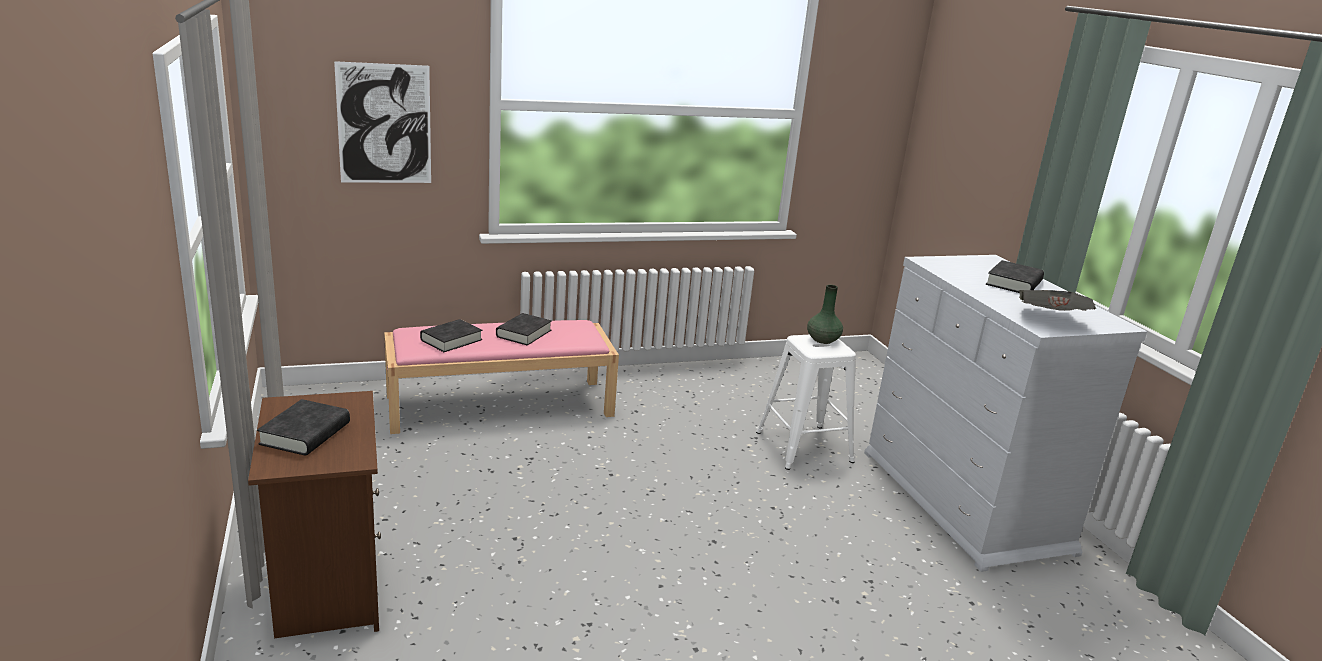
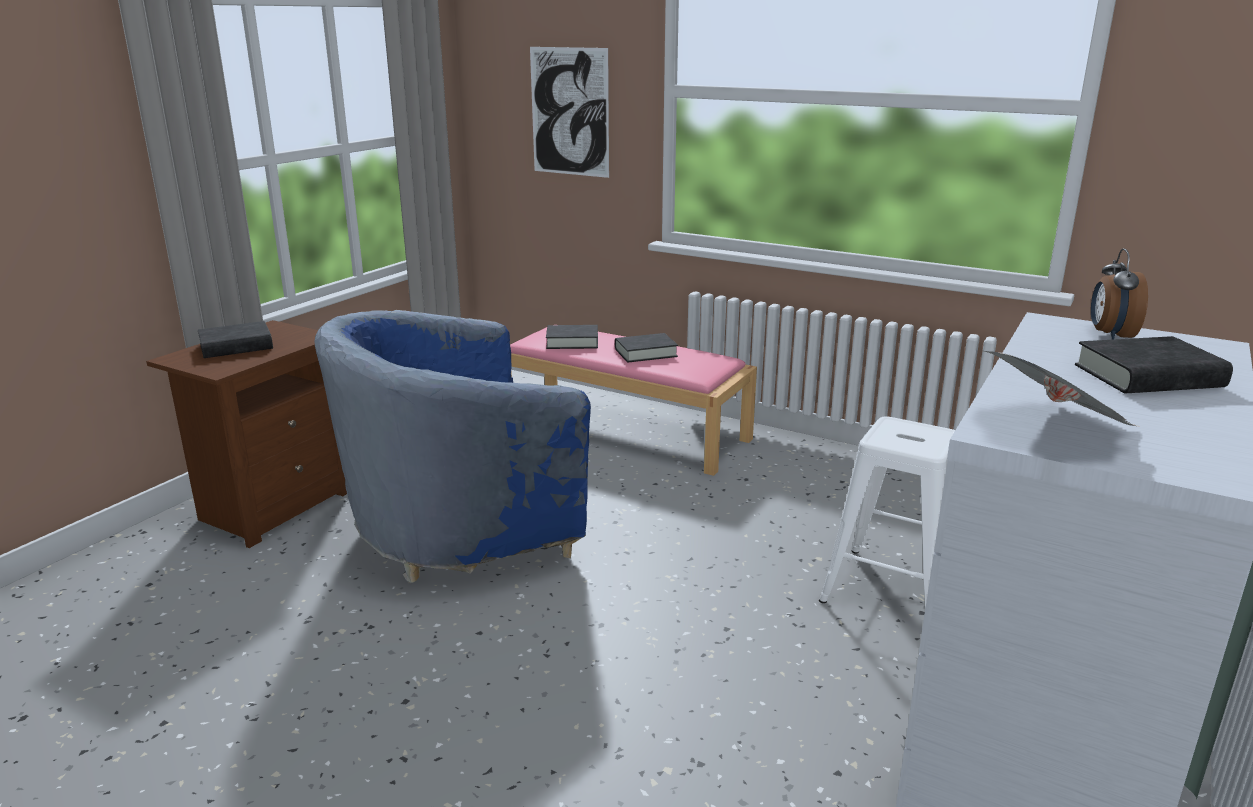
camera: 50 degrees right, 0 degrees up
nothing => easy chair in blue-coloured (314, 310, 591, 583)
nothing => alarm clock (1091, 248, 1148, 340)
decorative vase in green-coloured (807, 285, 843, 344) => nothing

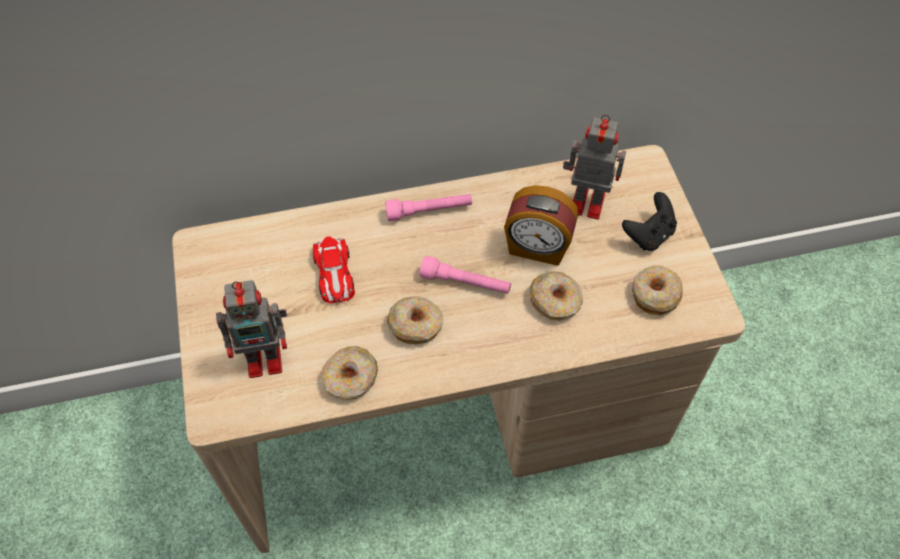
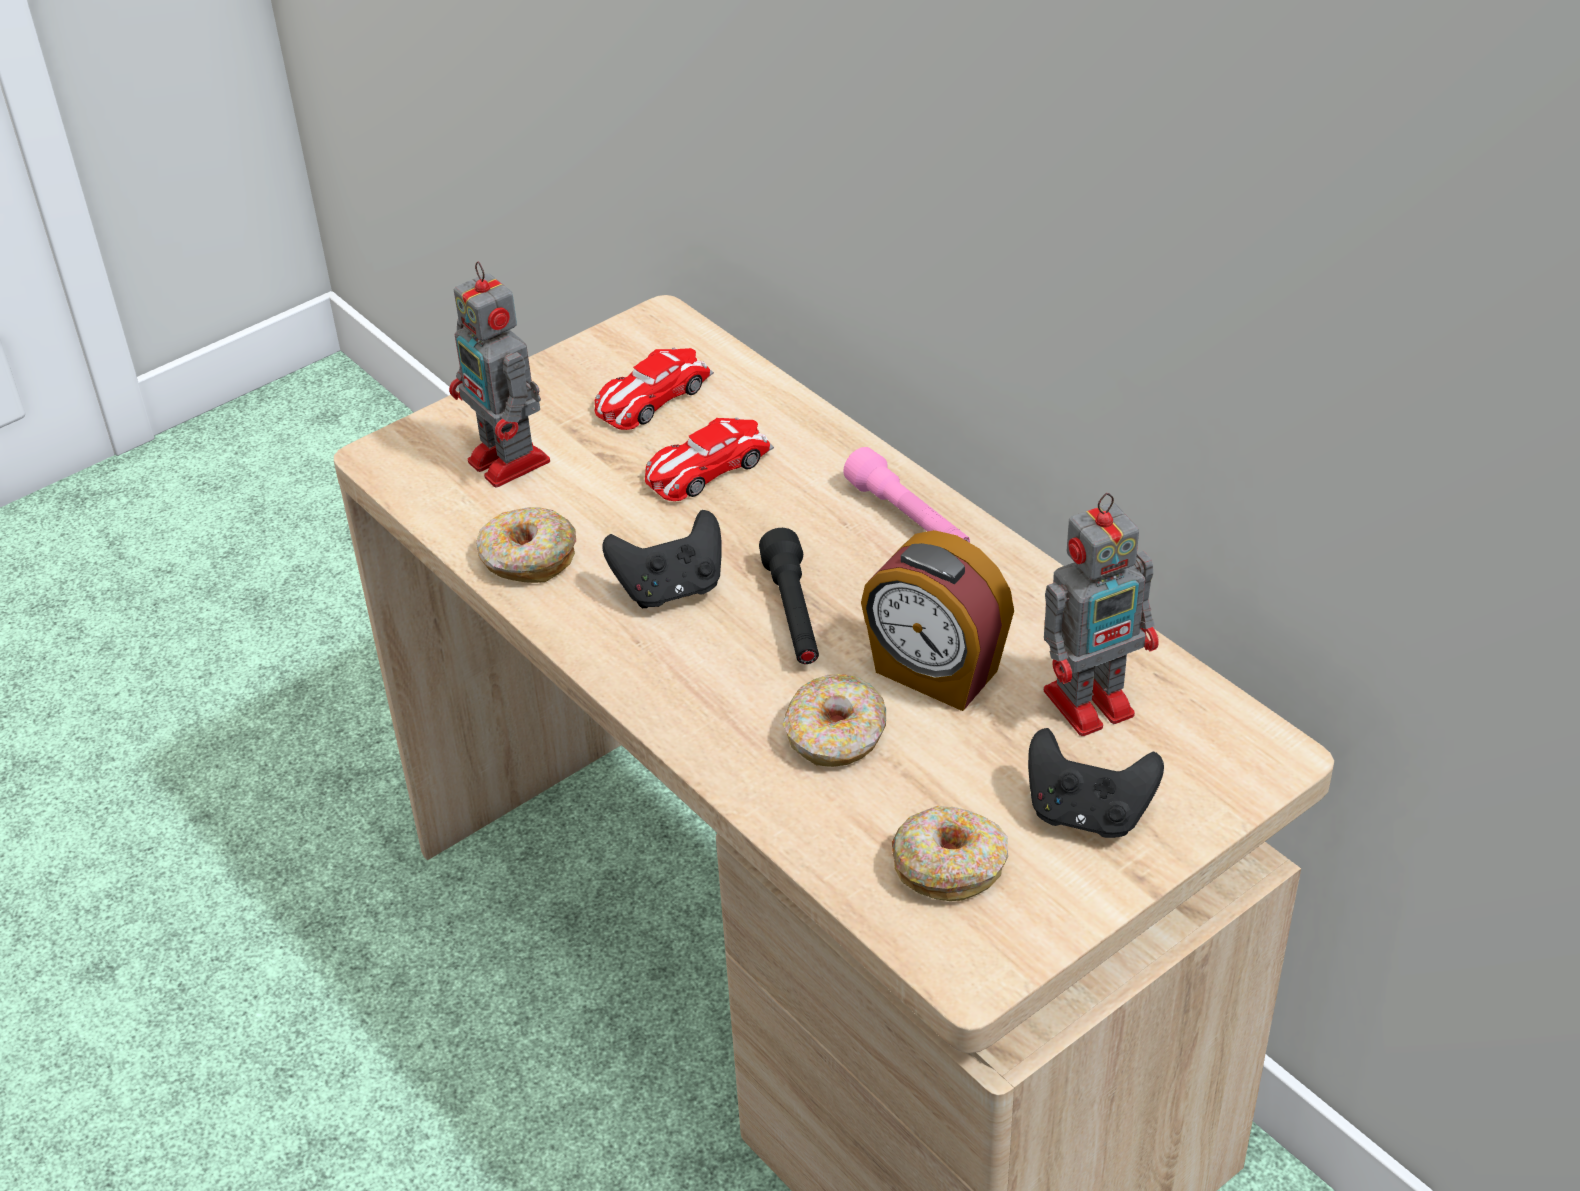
camera: 65 degrees right, 15 degrees down
nothing => model car (594, 348, 714, 430)
ring doughnut (387, 296, 443, 345) => game controller in black (602, 510, 722, 608)
hand torch in pink (420, 256, 511, 294) => hand torch in black (759, 528, 819, 664)
alarm clock (504, 185, 578, 266) => alarm clock (861, 530, 1014, 711), 45 degrees counterclockwise
robot figure (563, 114, 626, 220) => robot figure (1044, 493, 1159, 736), 75 degrees clockwise

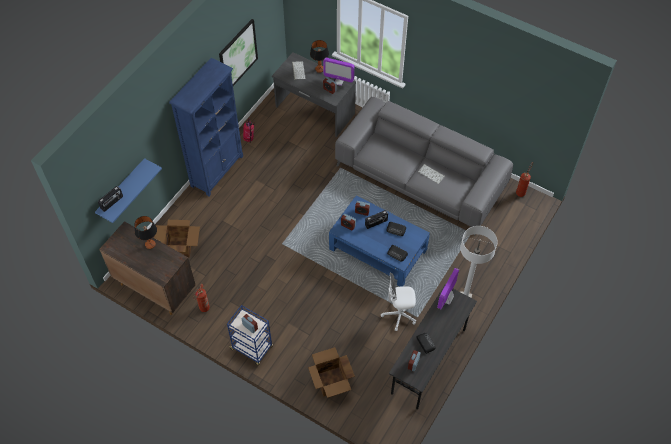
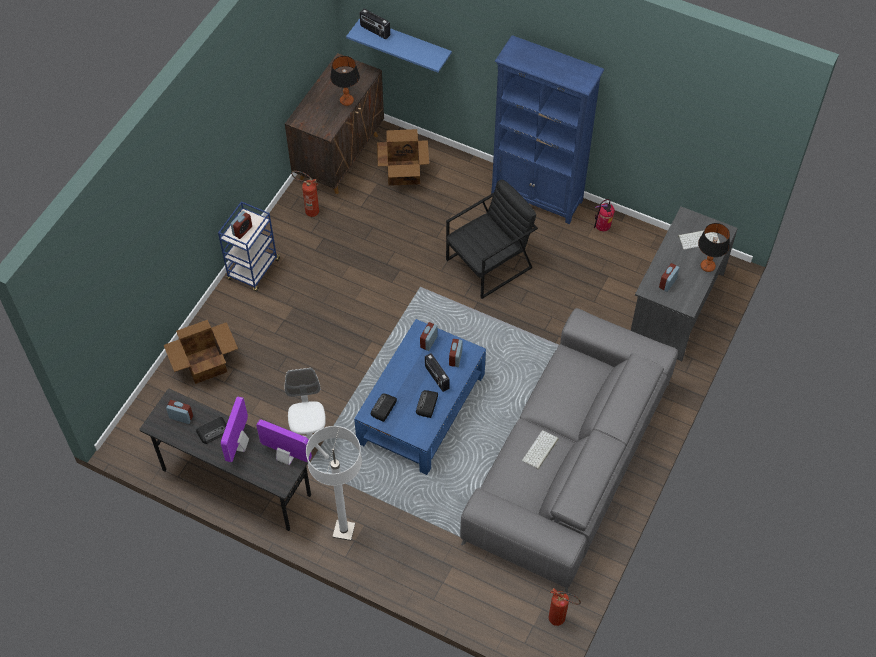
camera: 85 degrees right, 0 degrees up
monitor (323, 58, 354, 86) => monitor (221, 397, 249, 462), relocated
nothing => easy chair in black (446, 180, 538, 299)
wall art (219, 19, 258, 86) => nothing

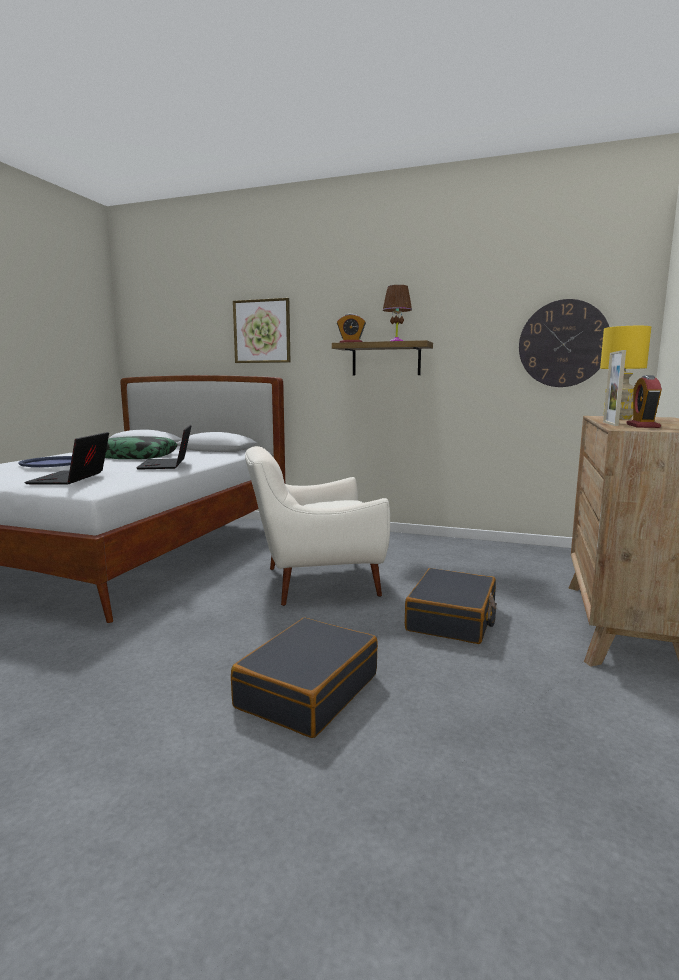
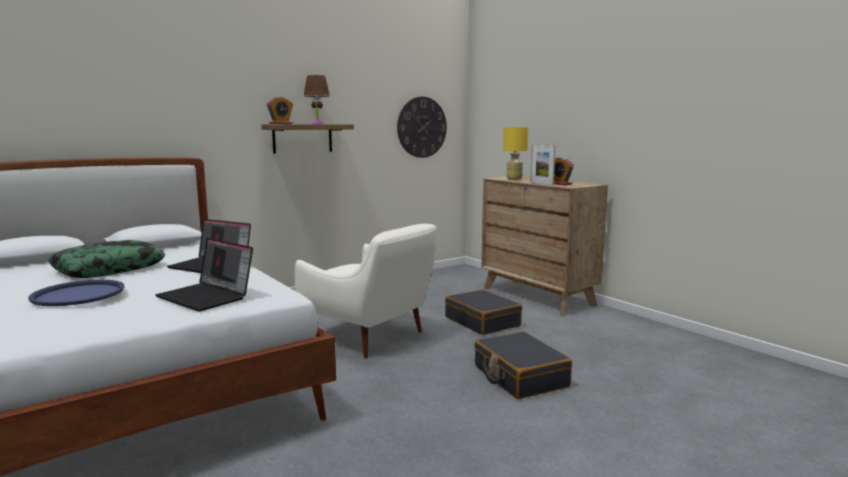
camera: 55 degrees left, 0 degrees up
easy chair in whitish (245, 446, 390, 606) => easy chair in whitish (295, 224, 437, 359), 75 degrees counterclockwise
wall art (233, 298, 290, 363) => nothing

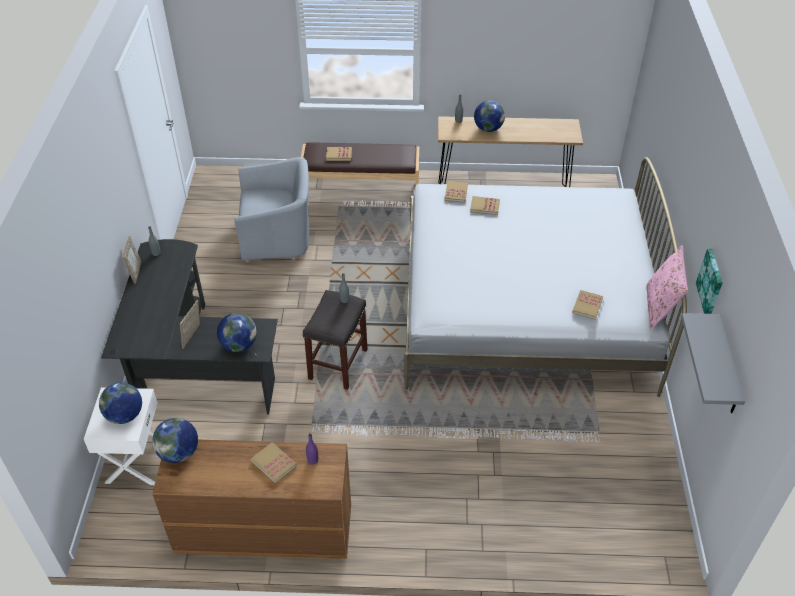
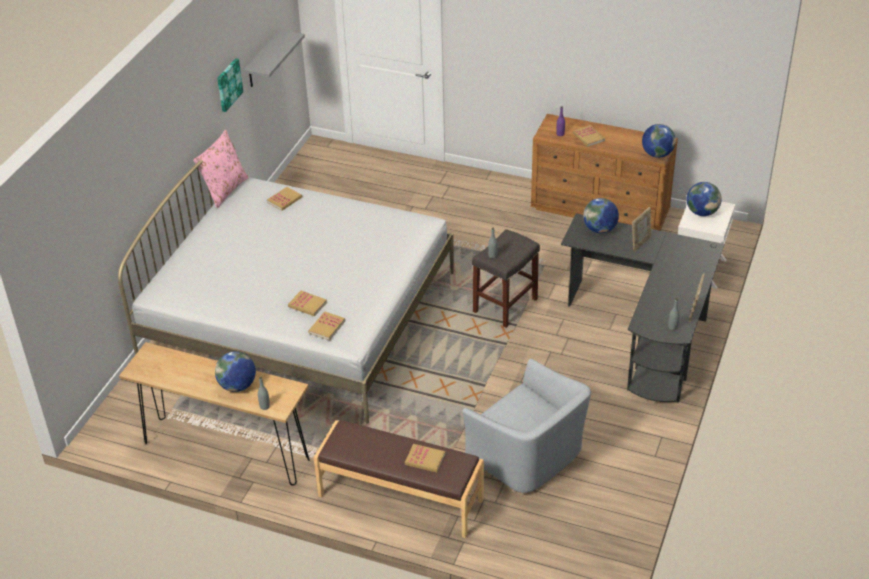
camera: 160 degrees left, 5 degrees down
easy chair in greyish (234, 157, 309, 262) => easy chair in greyish (463, 359, 591, 493), 150 degrees counterclockwise

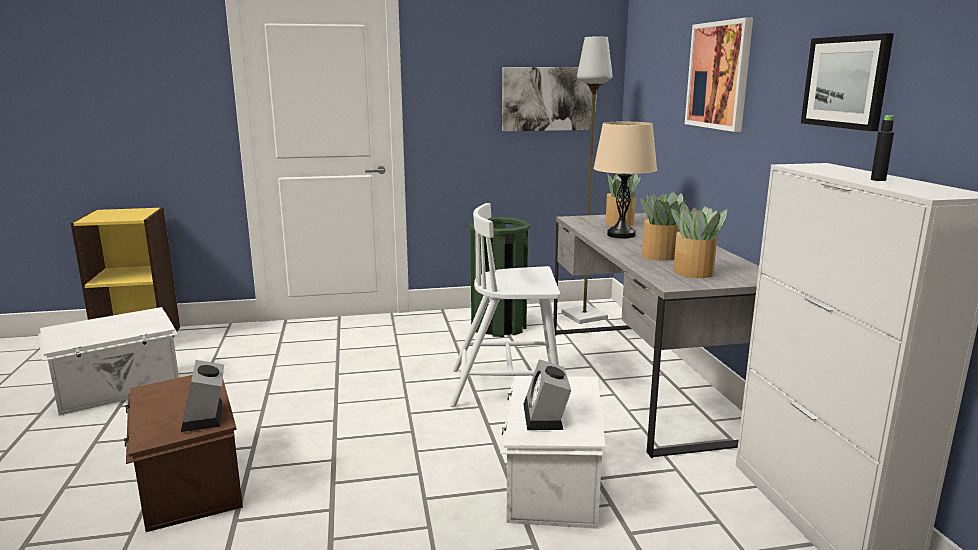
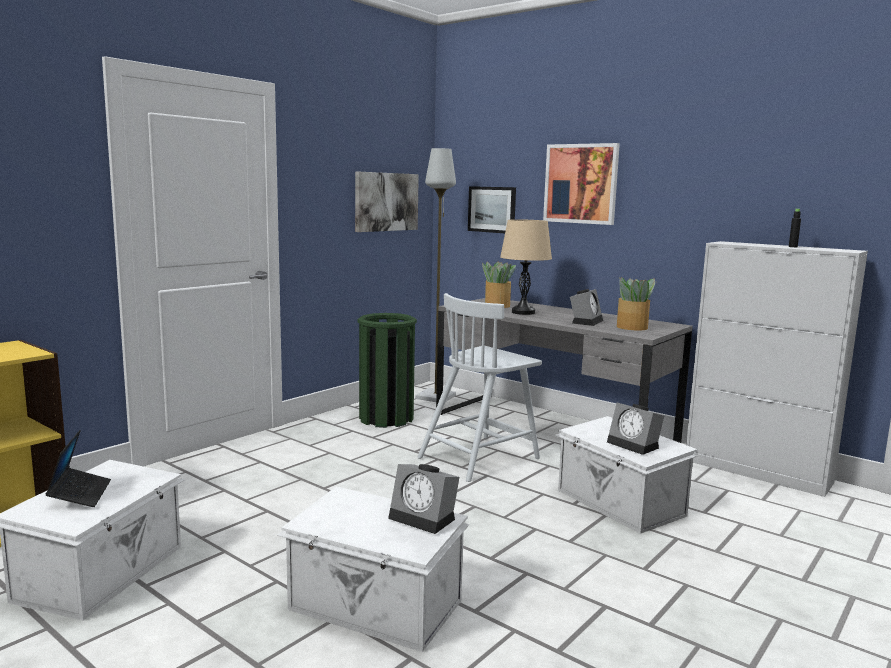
camera: 40 degrees left, 5 degrees down
nothing => laptop (46, 430, 111, 507)
storage container in brownish (124, 375, 243, 532) => storage container in whitish (277, 487, 469, 652)
wall art (801, 33, 894, 131) => wall art (468, 186, 516, 233), relocated
potted plant (640, 192, 686, 261) => alarm clock (570, 289, 603, 326)

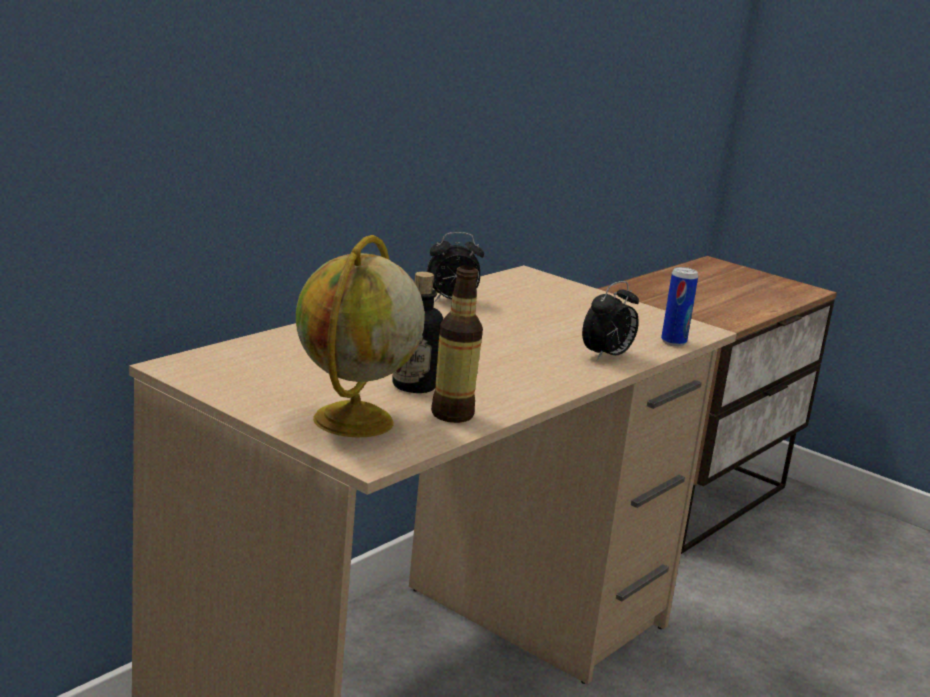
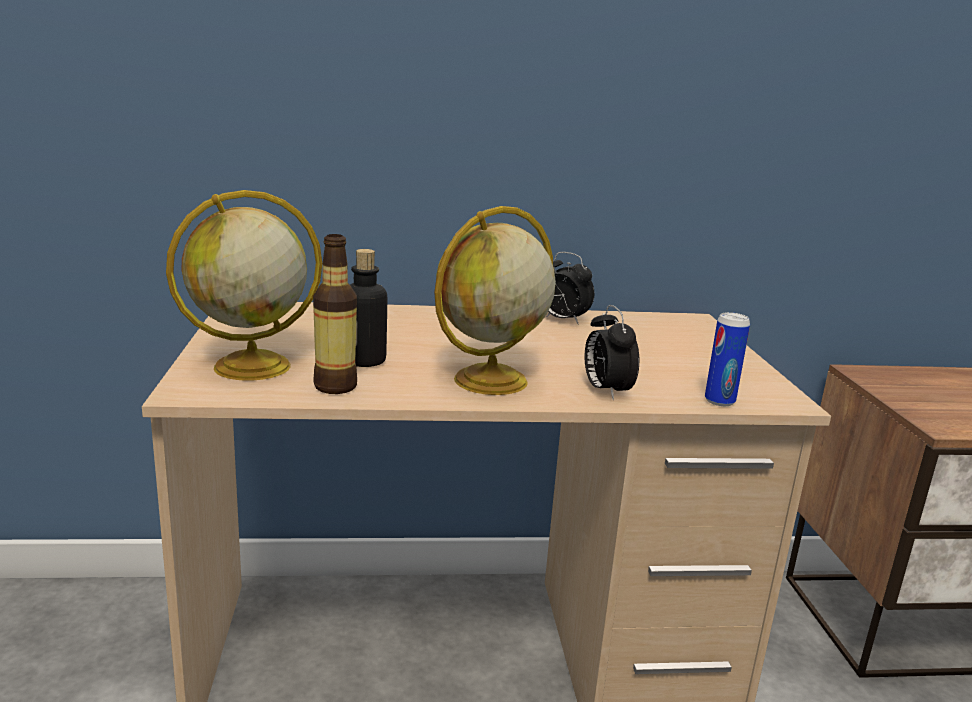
camera: 45 degrees right, 0 degrees up
nothing => globe (434, 206, 556, 395)
alarm clock (582, 281, 639, 361) => alarm clock (585, 305, 639, 400), 75 degrees clockwise

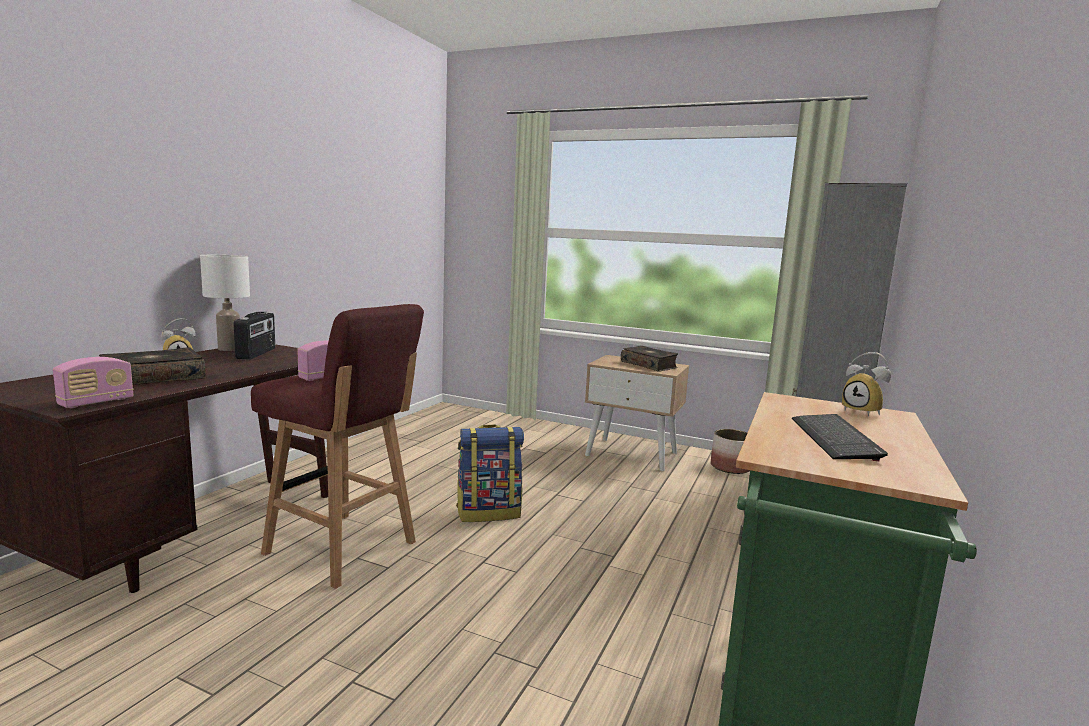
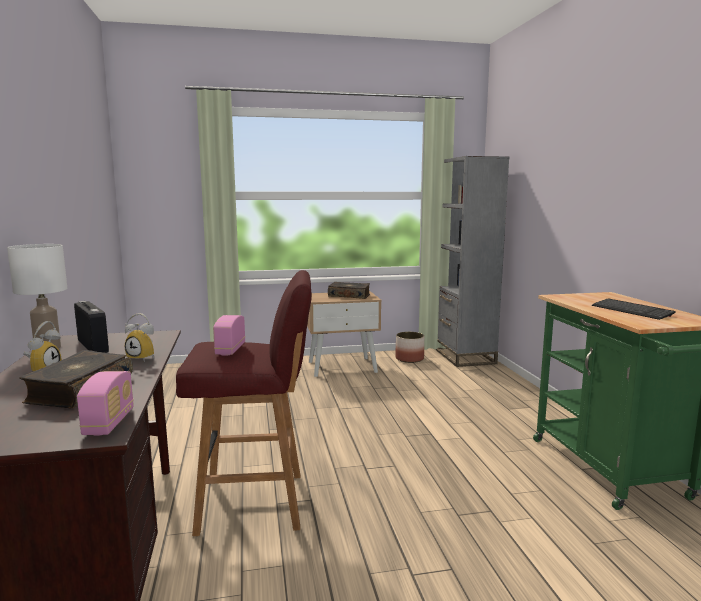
camera: 35 degrees left, 0 degrees up
alarm clock (842, 352, 891, 416) => alarm clock (125, 313, 154, 362), relocated
backpack (456, 424, 524, 522) => nothing

